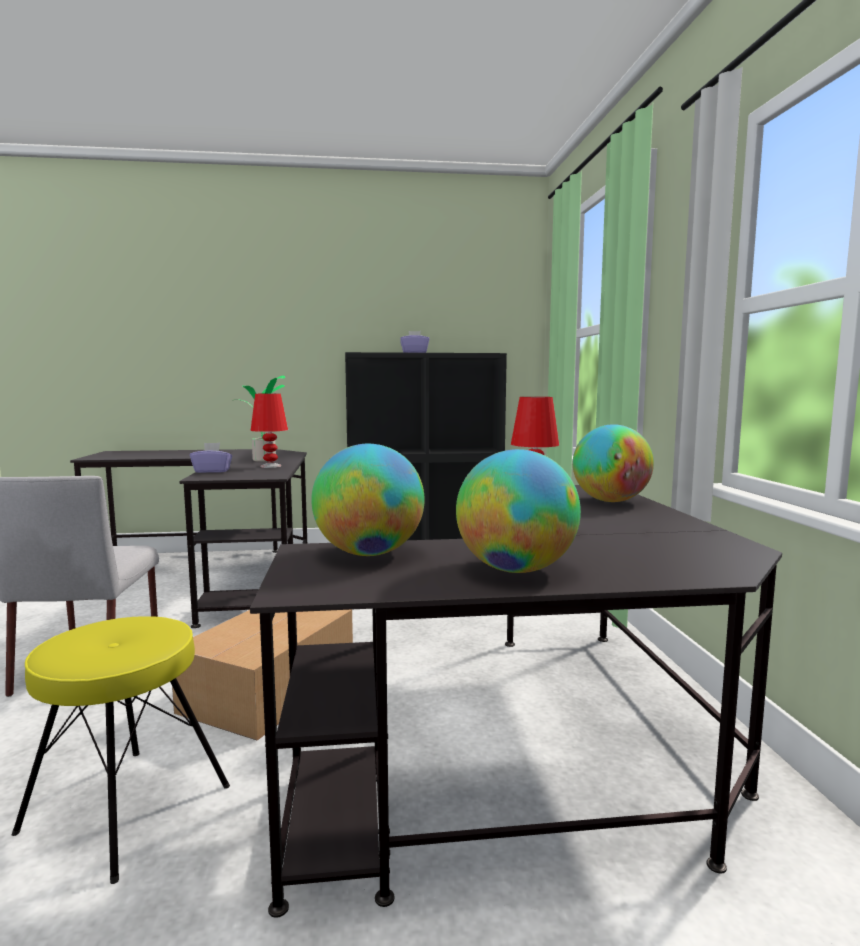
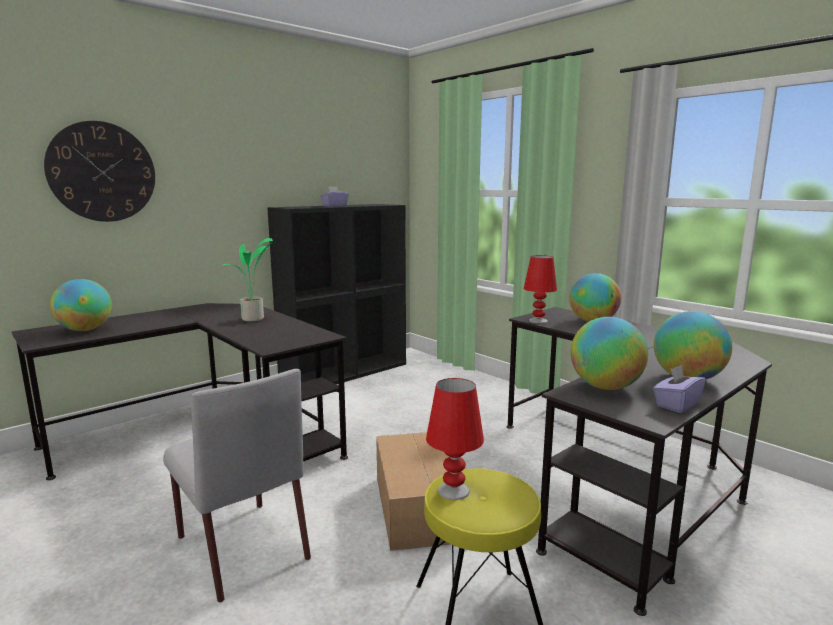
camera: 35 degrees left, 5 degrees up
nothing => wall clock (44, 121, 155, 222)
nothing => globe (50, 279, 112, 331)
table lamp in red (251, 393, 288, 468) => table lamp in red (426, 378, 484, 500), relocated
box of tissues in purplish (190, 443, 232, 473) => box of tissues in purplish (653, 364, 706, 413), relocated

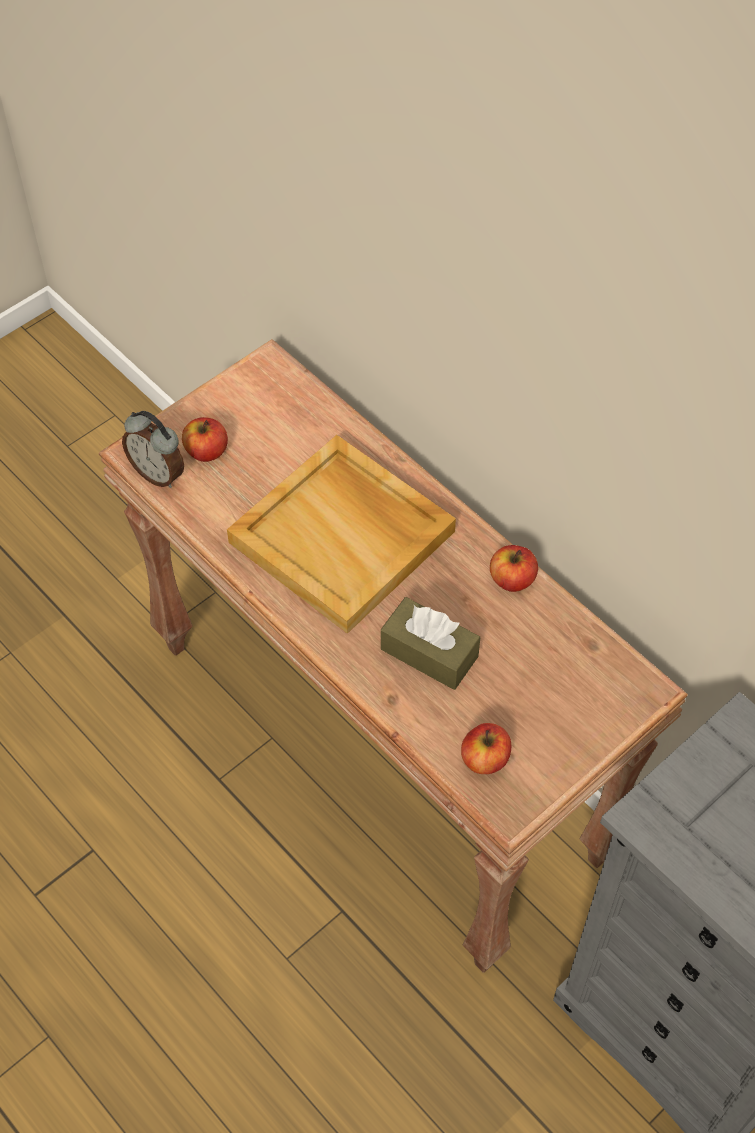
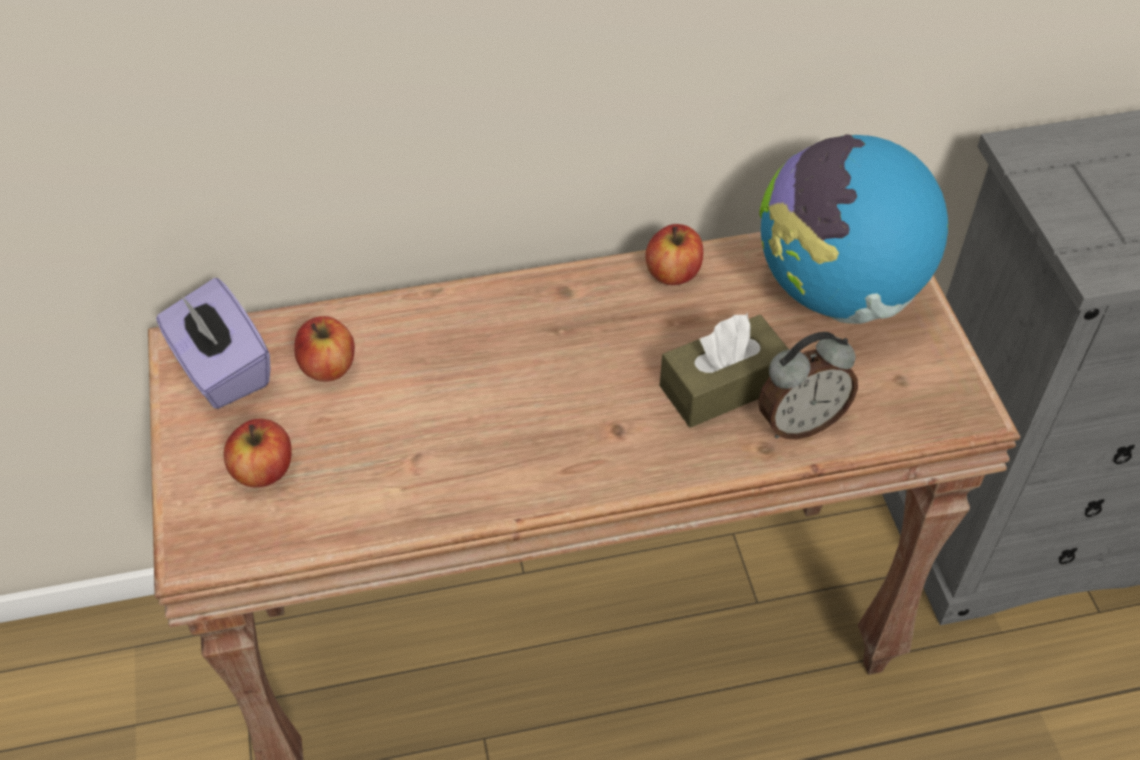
camera: 60 degrees left, 5 degrees down
nothing => box of tissues in purplish (156, 278, 271, 409)
apple (461, 723, 511, 774) => apple (294, 316, 355, 382), relocated
alarm clock (122, 411, 184, 488) => alarm clock (758, 332, 858, 439), relocated
nothing => globe (760, 134, 948, 324)
tray in beige-coloured (227, 435, 456, 634) => nothing

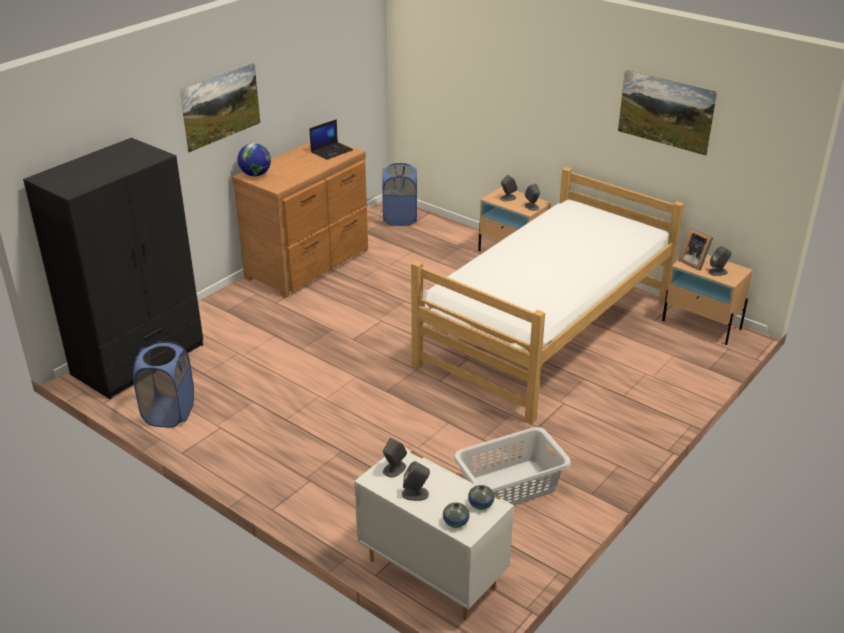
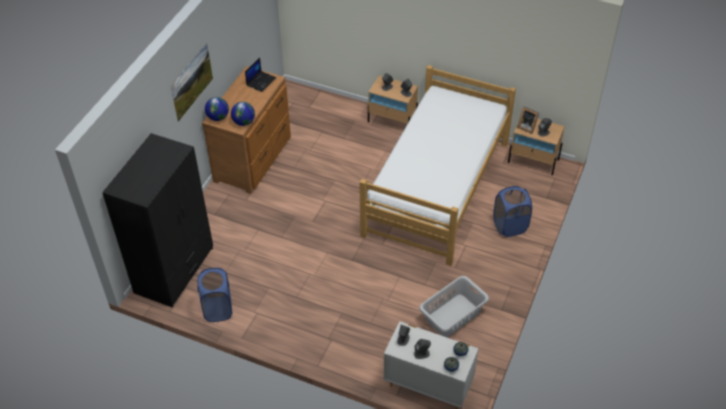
camera: 15 degrees left, 15 degrees up
nothing => globe (231, 102, 255, 126)
hamper in blue-coloured (382, 163, 417, 226) => hamper in blue-coloured (493, 186, 532, 237), relocated
wall art (618, 70, 717, 156) => nothing

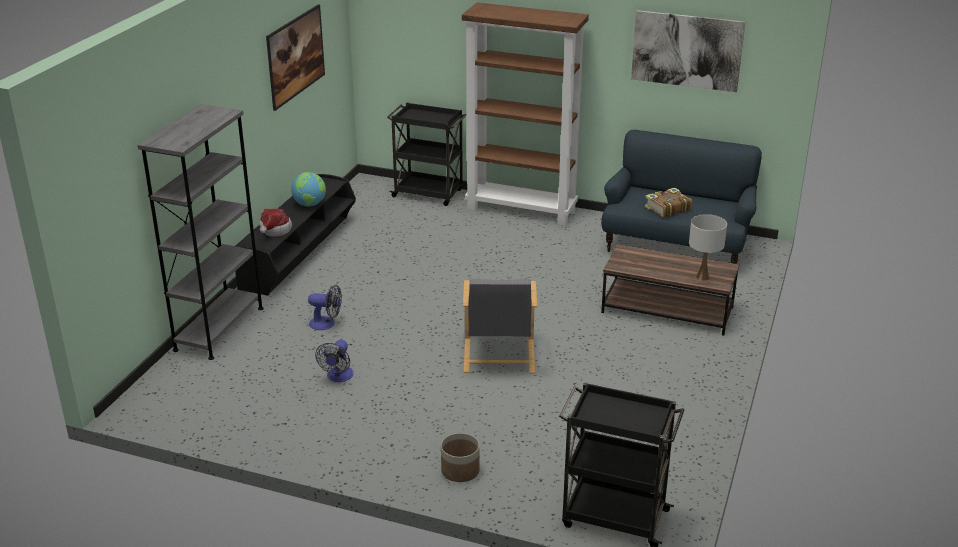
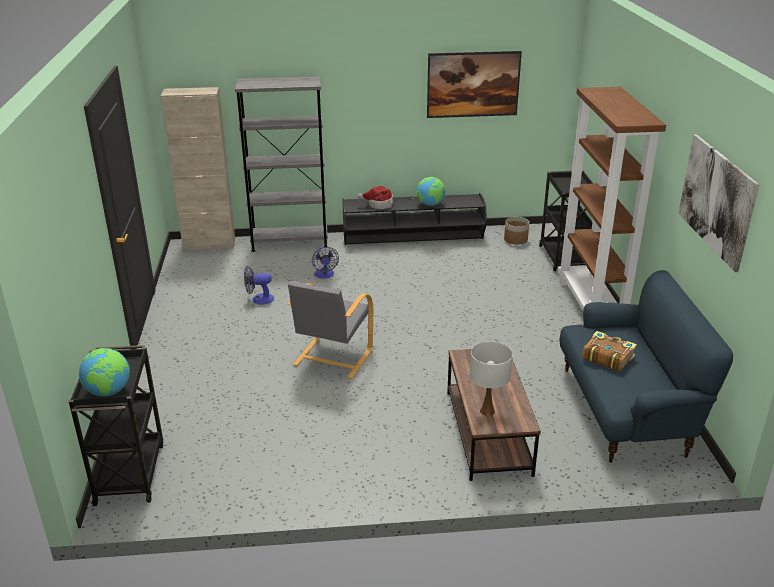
camera: 65 degrees right, 0 degrees up
nothing => globe (79, 348, 130, 396)
nothing => cupboard in beige-coloured (161, 87, 235, 251)
easy chair in greyish (463, 279, 537, 374) => easy chair in greyish (287, 281, 373, 378), 45 degrees counterclockwise
plant pot (441, 433, 480, 482) => plant pot (504, 217, 529, 245), relocated

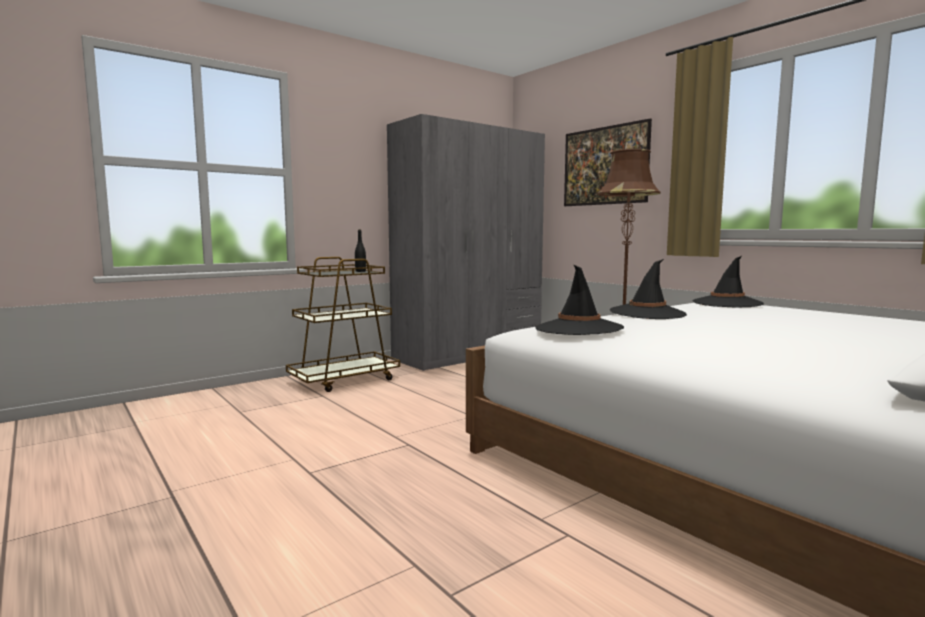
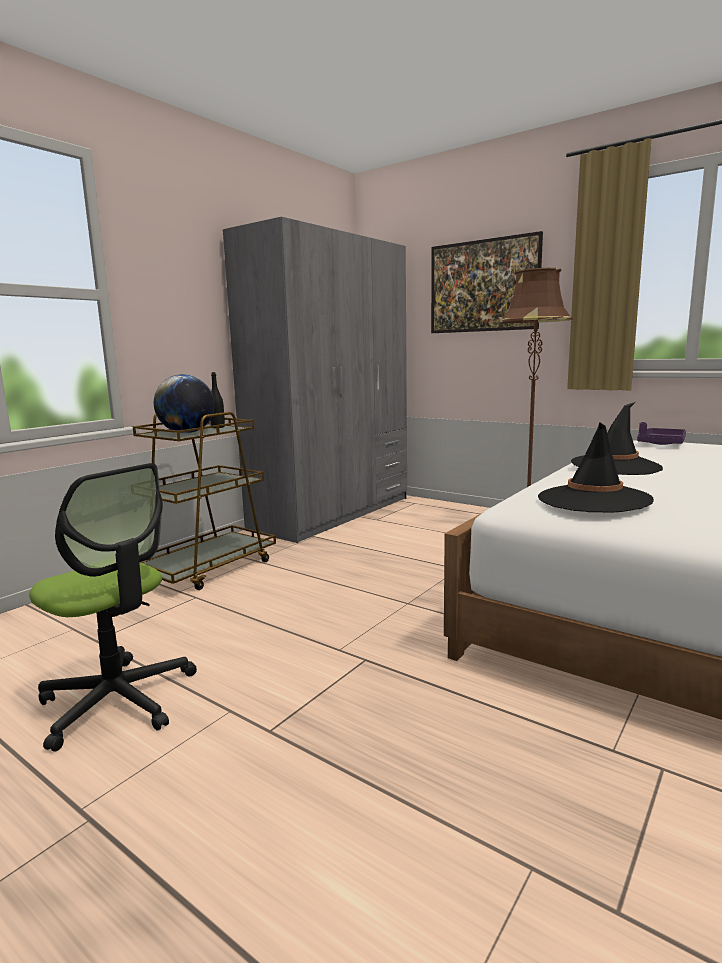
camera: 15 degrees left, 5 degrees up
nothing => desk chair (29, 463, 197, 752)
nothing => globe (154, 374, 215, 433)
hat in black (693, 256, 764, 308) => tray in purplish (637, 422, 686, 445)

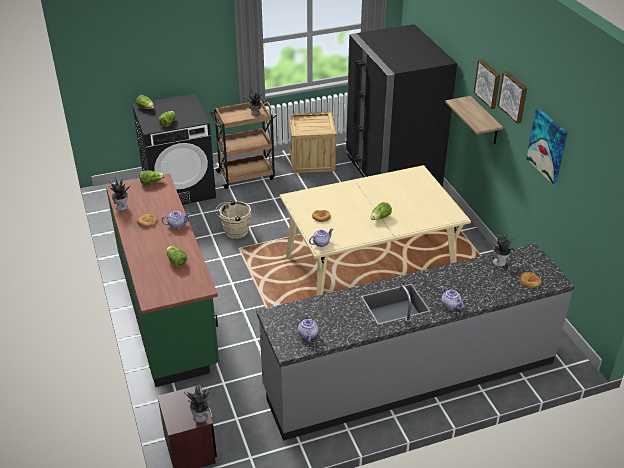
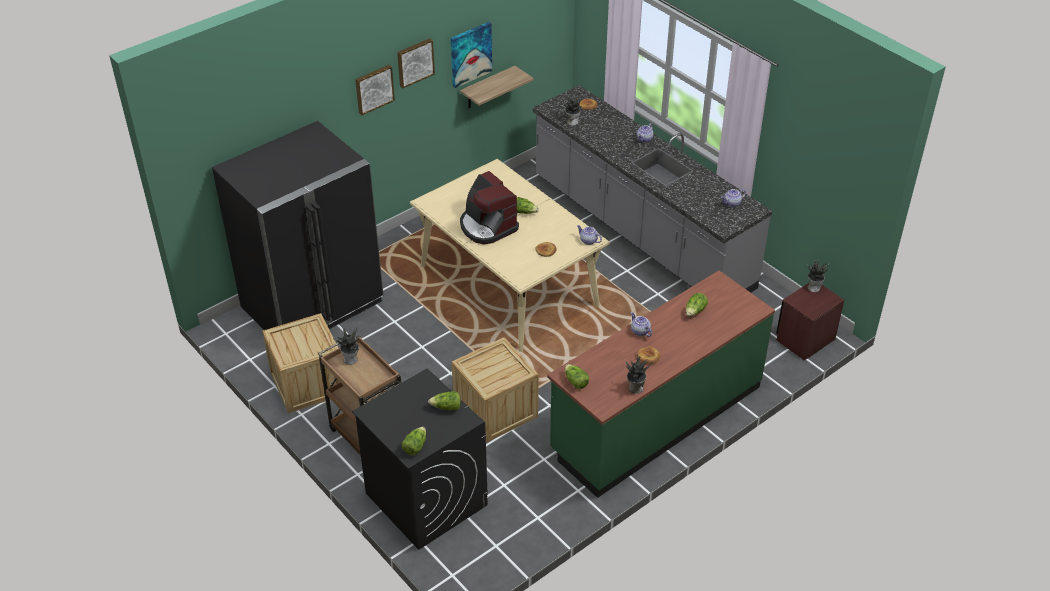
camera: 110 degrees left, 5 degrees up
pail in beige-coloured (215, 200, 251, 239) => packing crate (451, 337, 539, 443)
wall shelf (445, 96, 503, 144) => wall shelf (460, 66, 534, 108), relocated
nothing => coffee maker (460, 171, 519, 244)

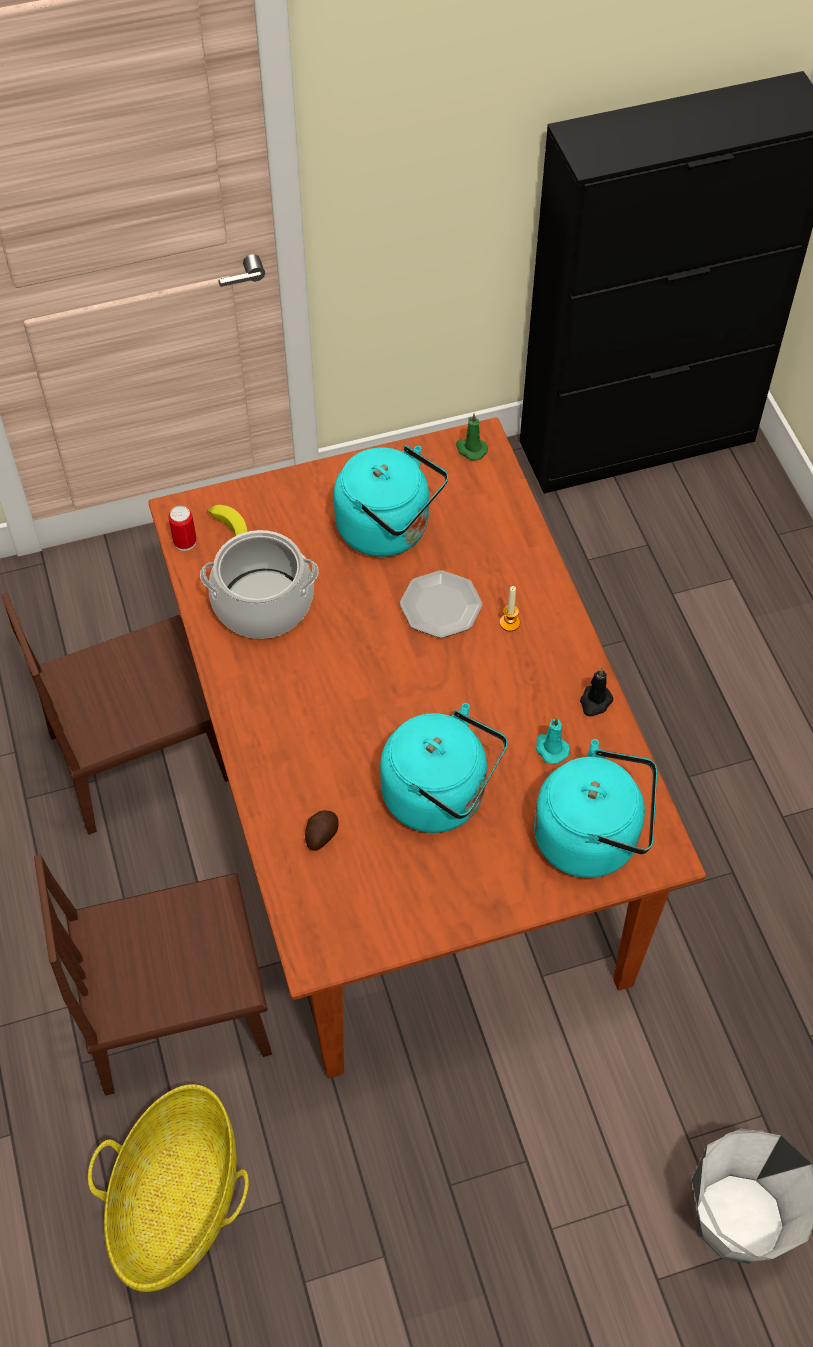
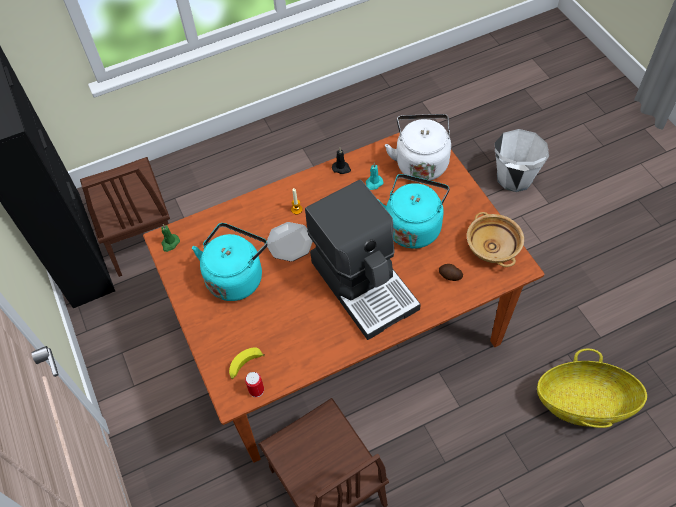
camera: 95 degrees left, 0 degrees up
chair in brownish (34, 854, 272, 1095) => chair in brownish (80, 157, 170, 277), relocated
nothing => coffee maker (305, 179, 421, 340)
water kettle in turquoise-coloured (534, 739, 657, 878) => water kettle in whitish (385, 114, 451, 180)
nothing => deep dish in beige-coloured (467, 212, 524, 267)
saucepot (200, 530, 319, 639) => nothing

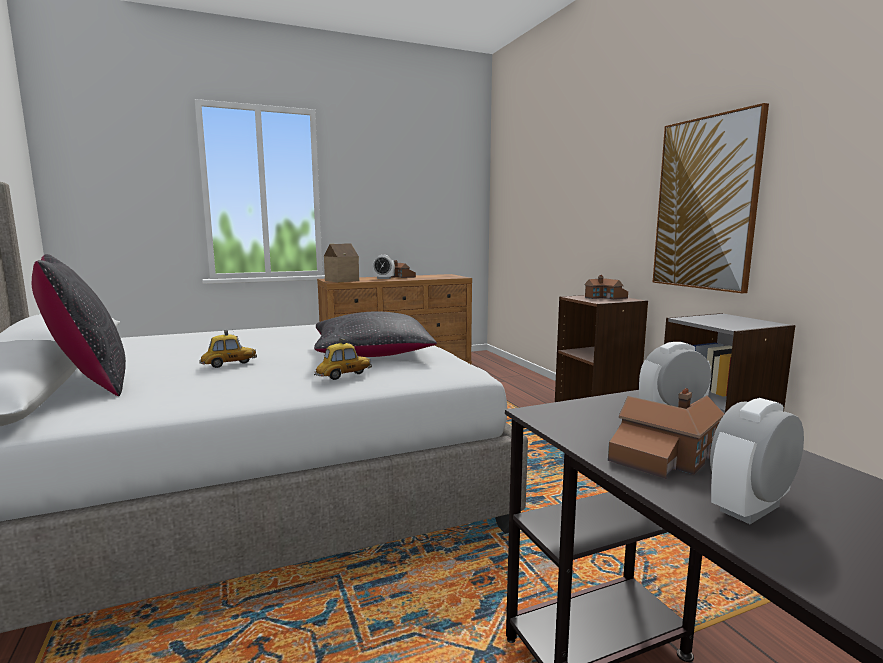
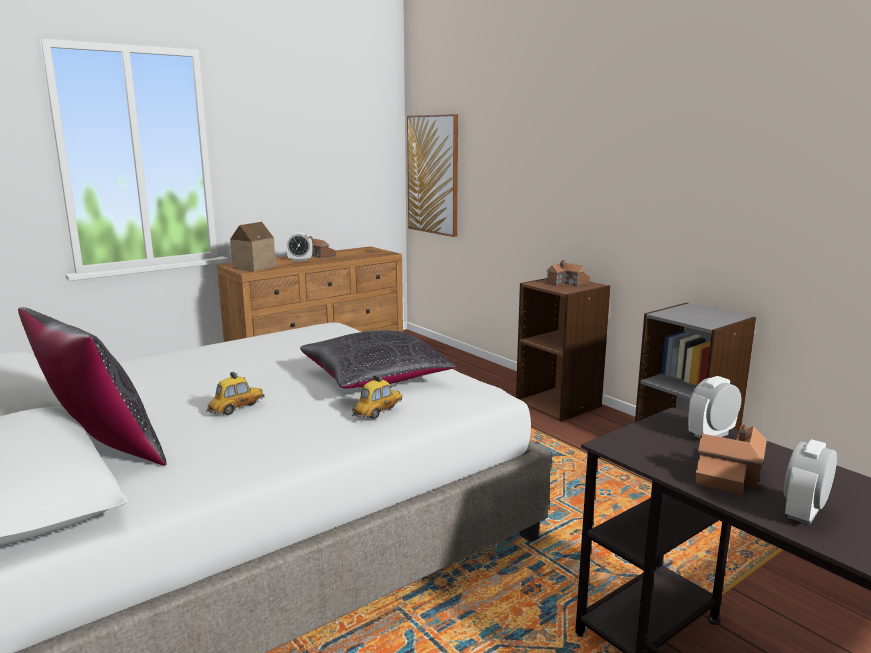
camera: 15 degrees left, 5 degrees up
wall art (653, 103, 769, 293) => wall art (407, 114, 458, 237), relocated

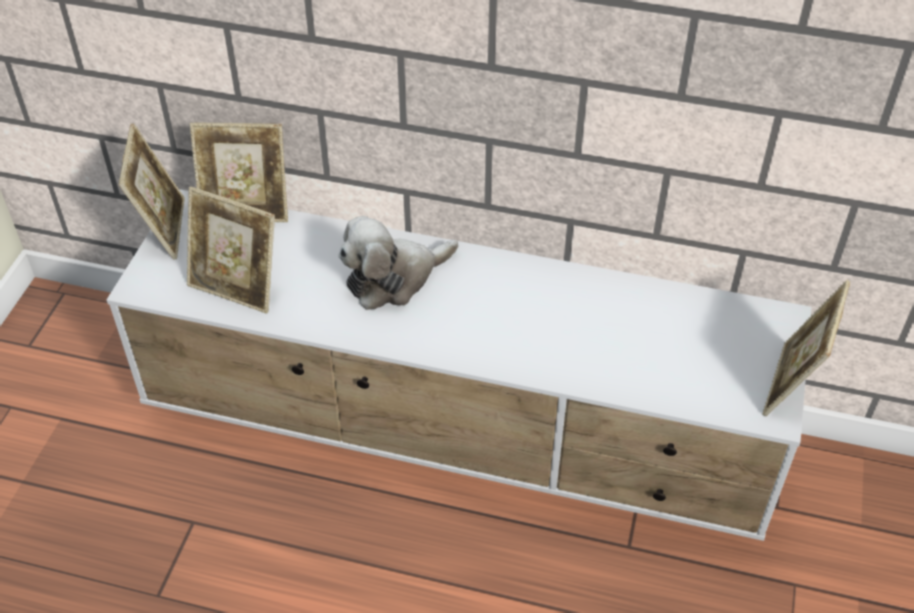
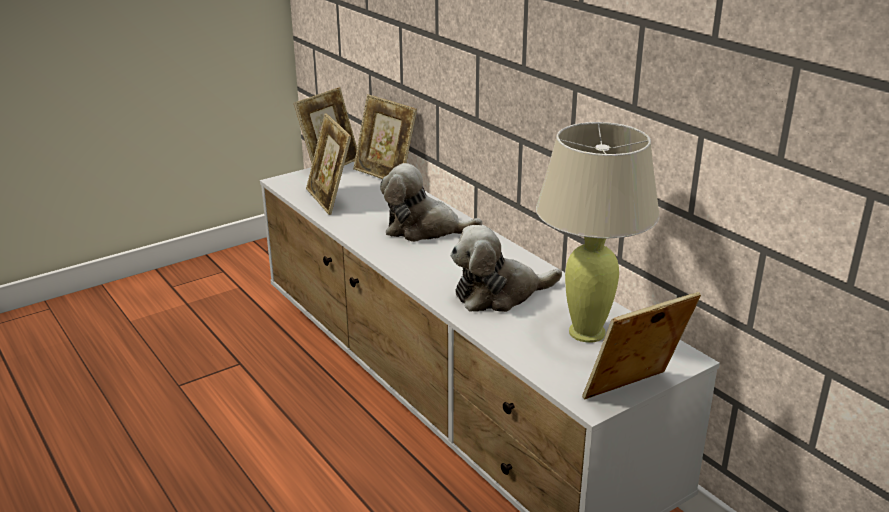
camera: 40 degrees right, 20 degrees down
nothing => plush toy (450, 225, 562, 312)
nothing => table lamp in beige-coloured (536, 122, 660, 343)

